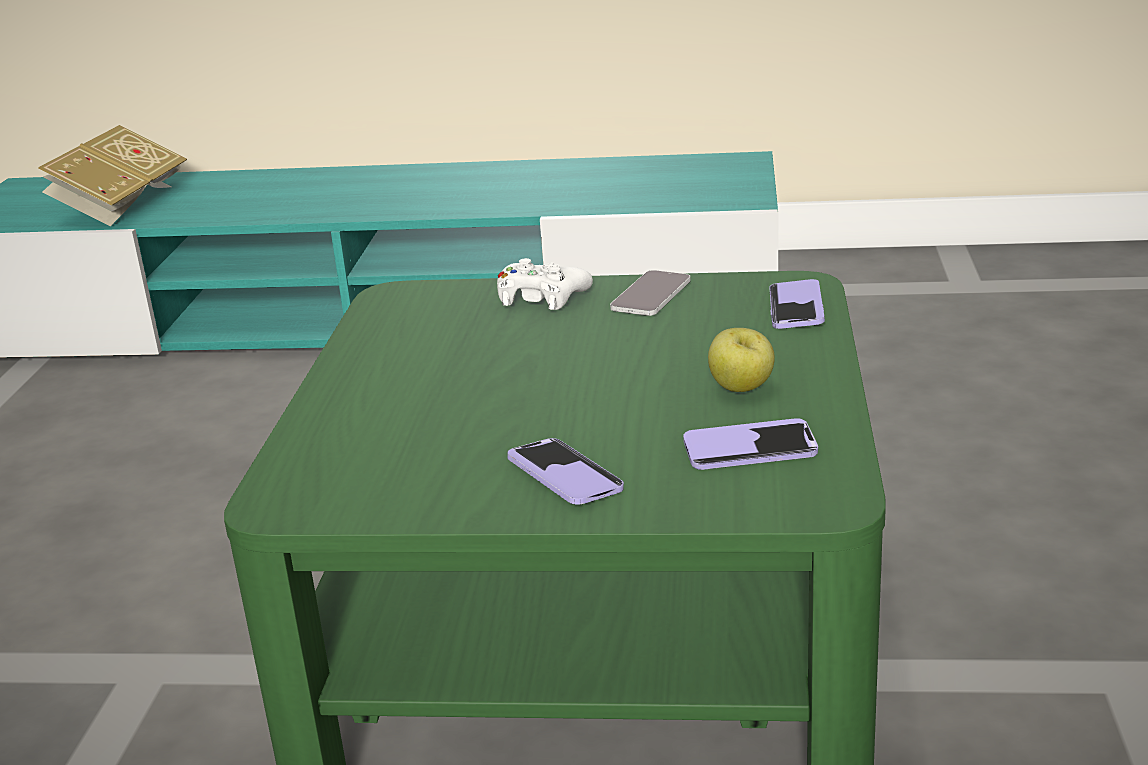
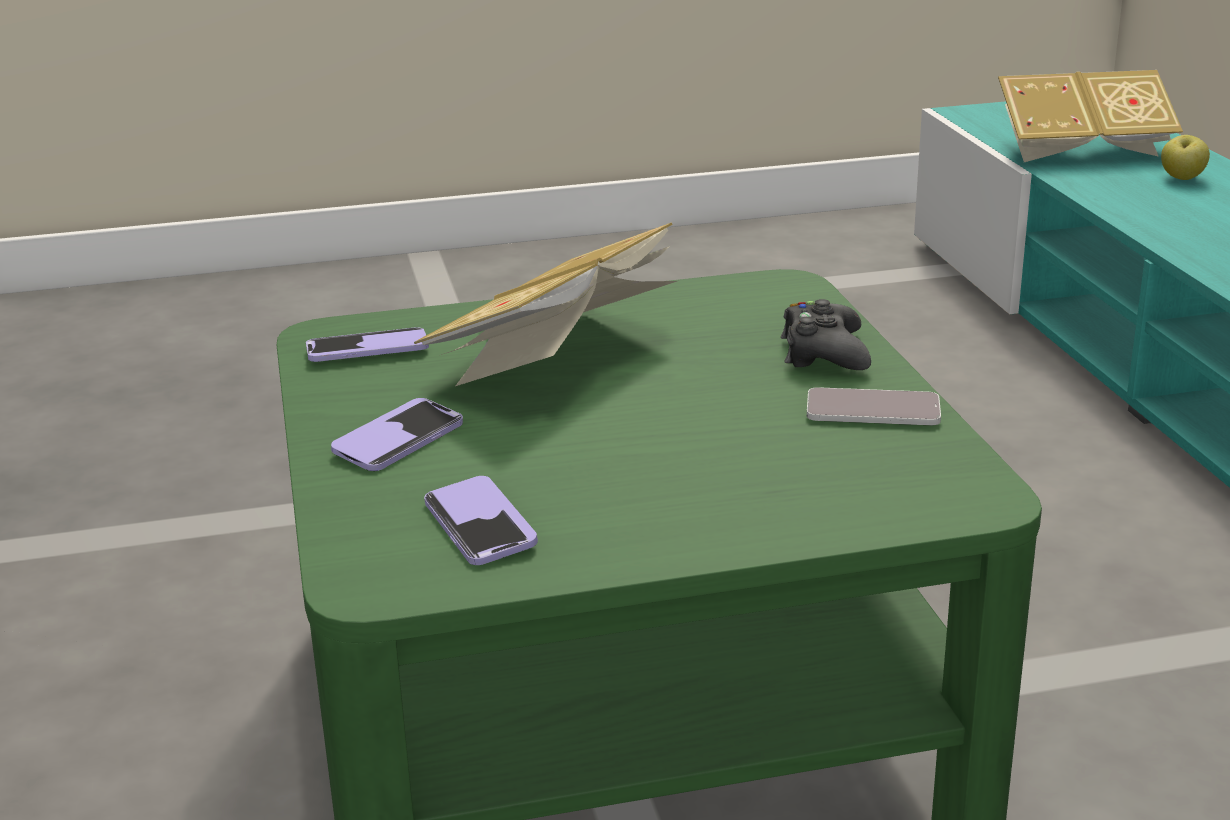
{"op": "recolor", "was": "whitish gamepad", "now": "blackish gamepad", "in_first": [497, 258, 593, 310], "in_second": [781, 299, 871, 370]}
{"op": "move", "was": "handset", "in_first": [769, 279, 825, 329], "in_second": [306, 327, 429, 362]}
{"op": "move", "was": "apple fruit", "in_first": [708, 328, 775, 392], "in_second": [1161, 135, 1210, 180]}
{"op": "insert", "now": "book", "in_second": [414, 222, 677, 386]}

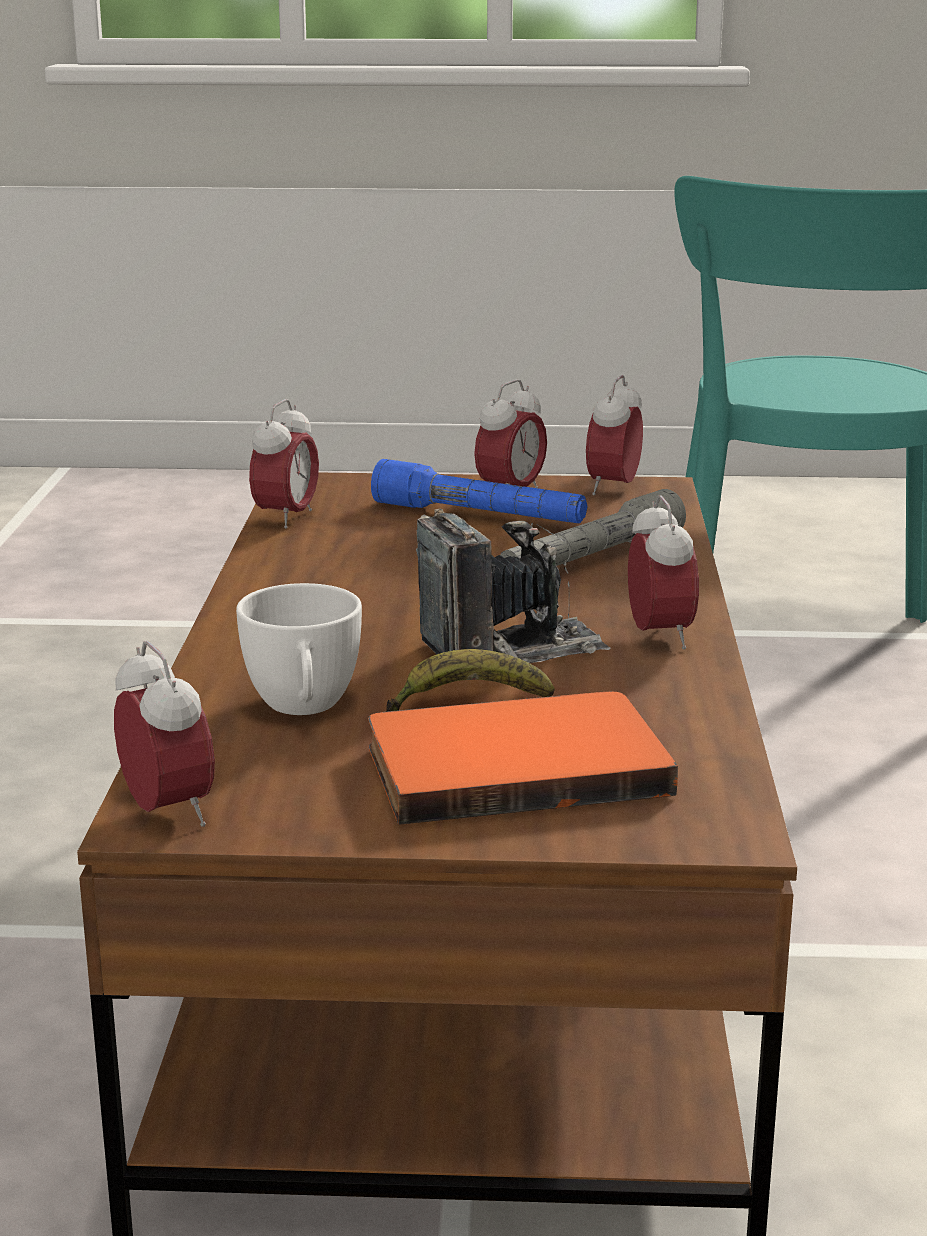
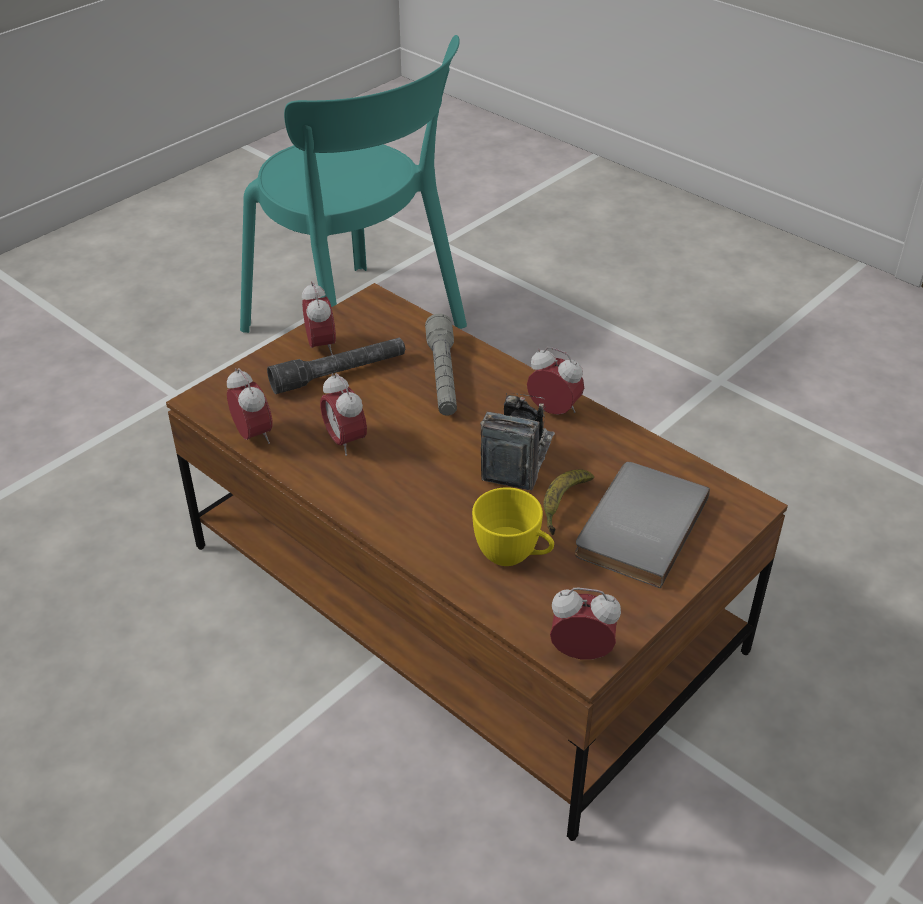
{"op": "move", "was": "bedside clock", "in_first": [586, 375, 643, 495], "in_second": [320, 373, 367, 456]}
{"op": "recolor", "was": "bluish flashlight", "now": "gray flashlight", "in_first": [371, 459, 587, 523], "in_second": [267, 338, 405, 394]}
{"op": "recolor", "was": "whitish cup", "now": "yellow cup", "in_first": [236, 583, 362, 715], "in_second": [472, 487, 554, 566]}
{"op": "recolor", "was": "orange book", "now": "gray book", "in_first": [368, 692, 678, 824], "in_second": [575, 462, 710, 588]}

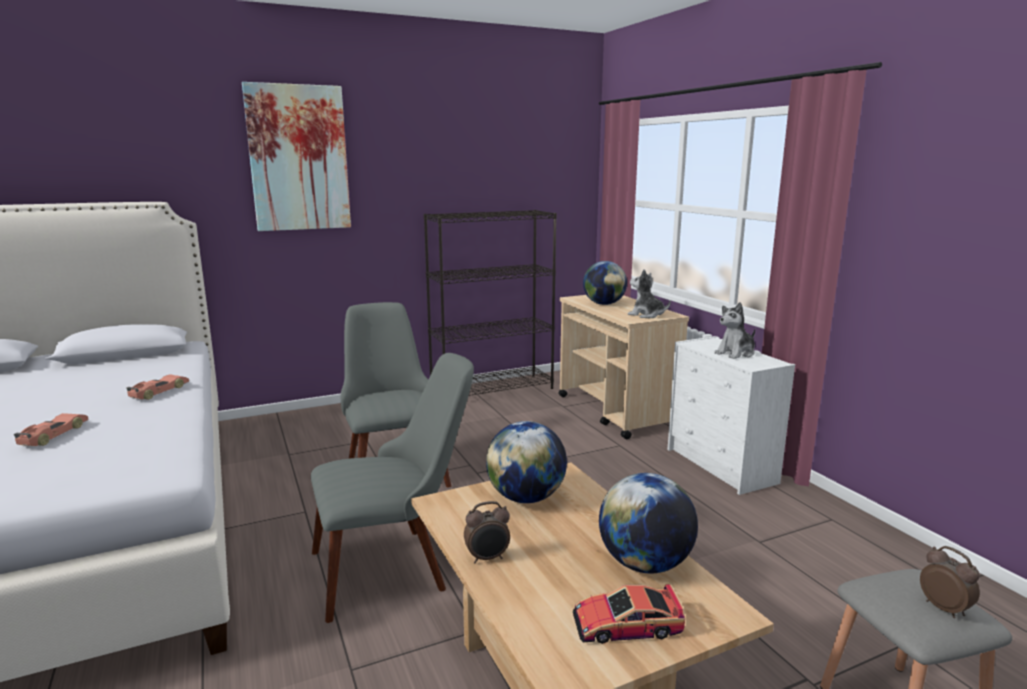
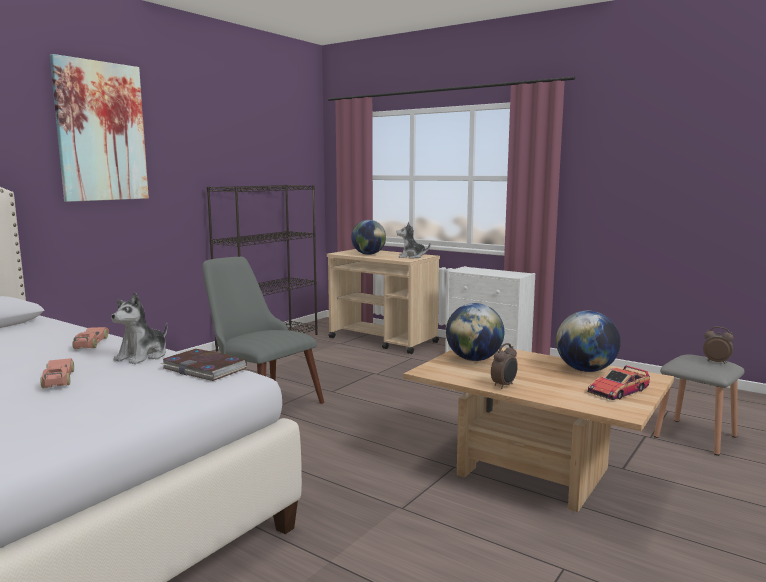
{"op": "move", "was": "soft toy", "in_first": [714, 302, 755, 359], "in_second": [111, 292, 167, 364]}
{"op": "delete", "was": "gray chair", "in_first": [311, 353, 474, 623]}
{"op": "insert", "now": "book", "in_second": [161, 349, 247, 381]}

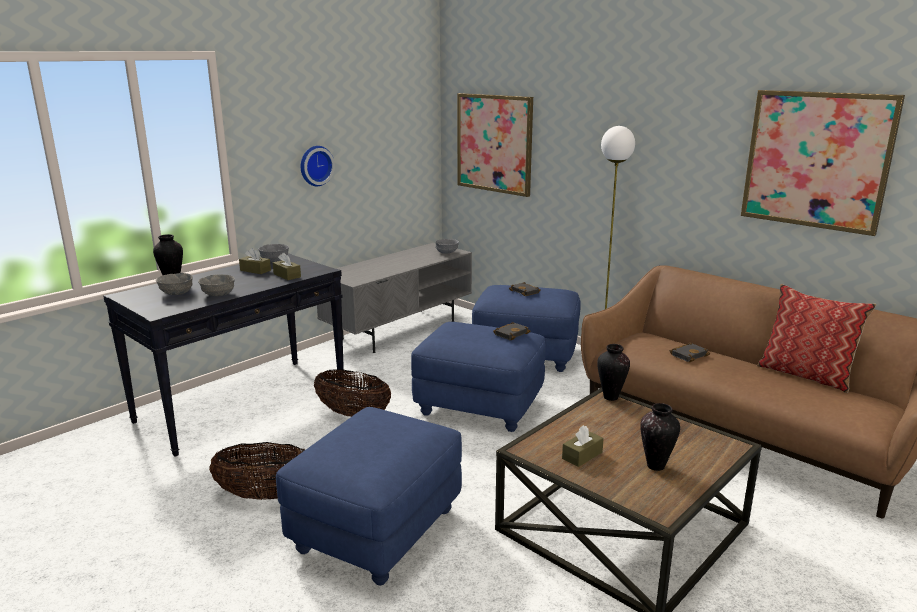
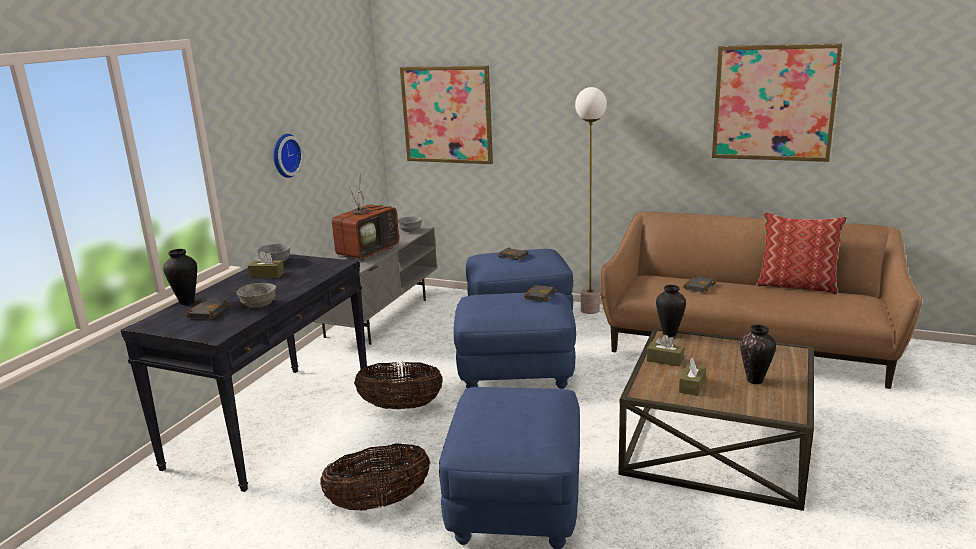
{"op": "move", "was": "brownish tissue holder", "in_first": [273, 252, 301, 280], "in_second": [647, 335, 684, 367]}
{"op": "replace", "was": "gray serving bowl", "now": "blackish book", "in_first": [156, 273, 193, 295], "in_second": [185, 299, 231, 320]}
{"op": "insert", "now": "TV set", "in_second": [332, 186, 399, 261]}

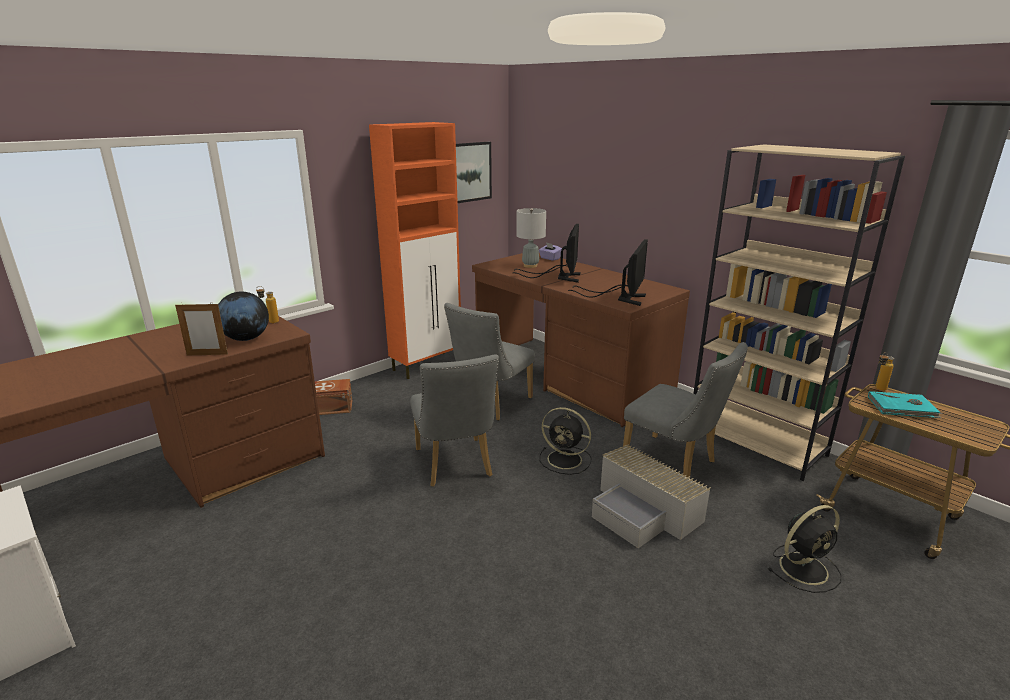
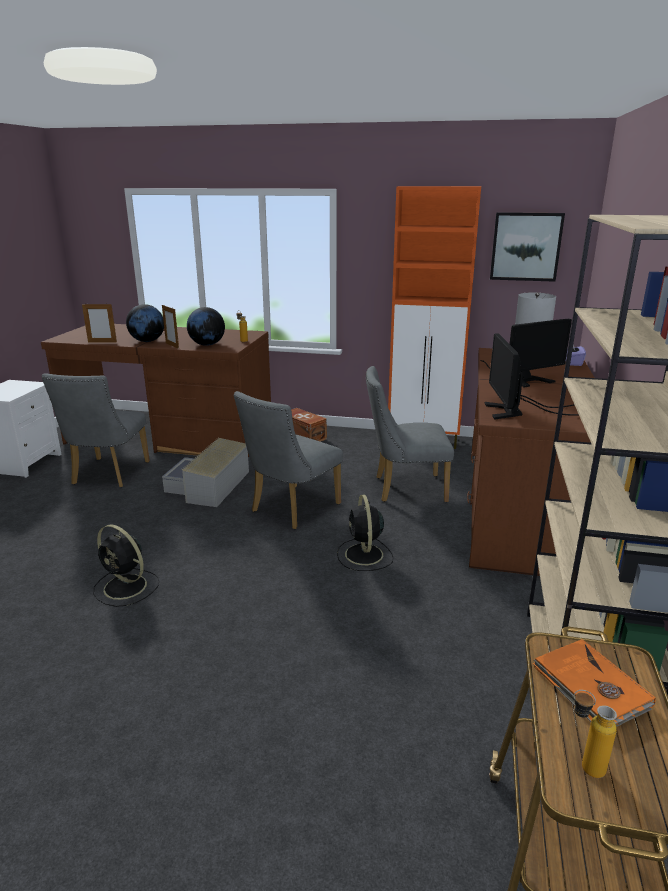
{"op": "rotate", "was": "computer screen", "in_first": [568, 239, 648, 306], "in_second": [484, 333, 579, 420], "clockwise": 105}
{"op": "move", "was": "gray chair", "in_first": [623, 342, 748, 479], "in_second": [42, 373, 150, 487]}
{"op": "move", "was": "drink bottle", "in_first": [875, 352, 894, 391], "in_second": [574, 690, 617, 778]}
{"op": "recolor", "was": "turquoise book", "now": "orange book", "in_first": [868, 391, 942, 418], "in_second": [533, 639, 656, 727]}
{"op": "move", "was": "gray storage box", "in_first": [592, 444, 711, 548], "in_second": [162, 438, 249, 507]}
{"op": "move", "was": "blackish fan", "in_first": [768, 505, 841, 593], "in_second": [93, 524, 160, 607]}
{"op": "insert", "now": "photo frame", "in_second": [82, 304, 117, 343]}
{"op": "insert", "now": "globe", "in_second": [126, 304, 164, 342]}

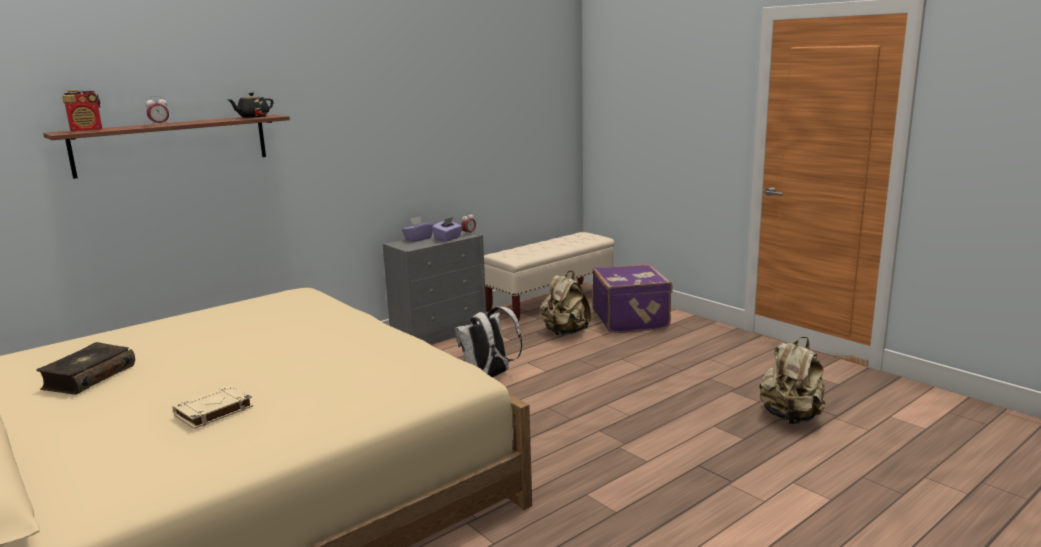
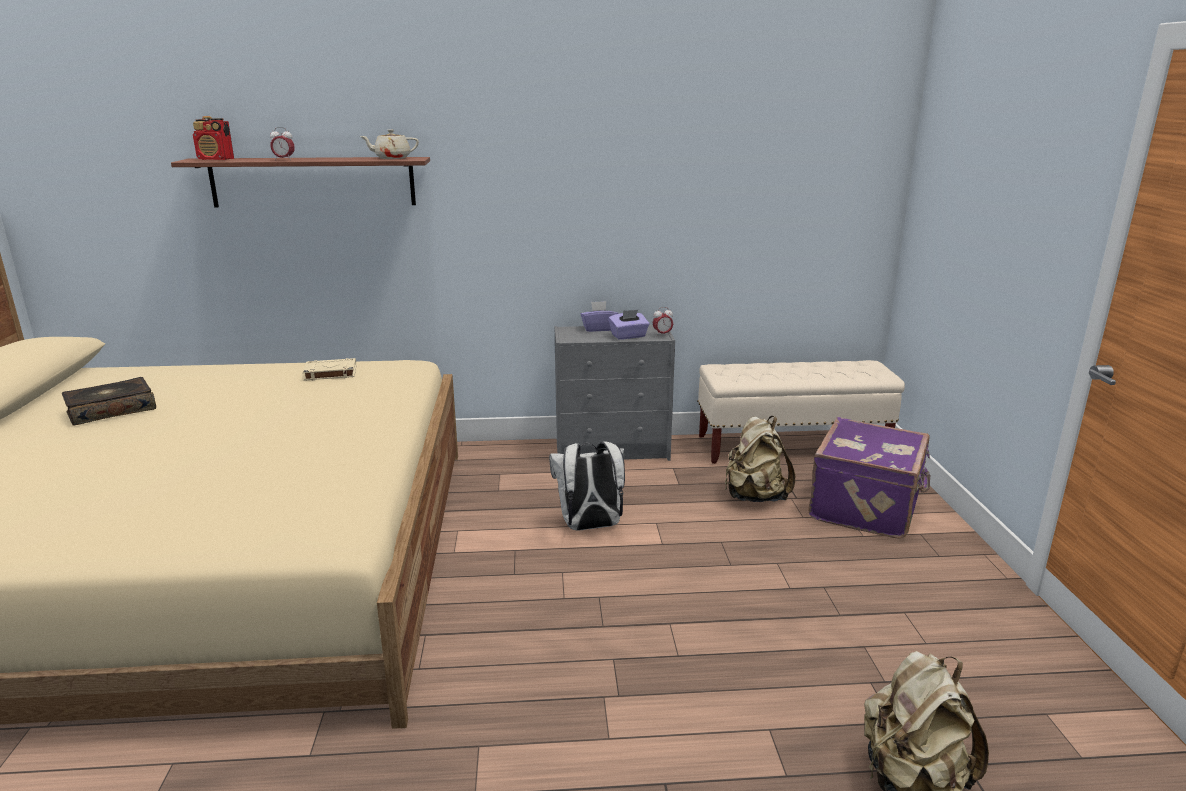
{"op": "recolor", "was": "blackish tea pot", "now": "sand-coloured tea pot", "in_first": [228, 92, 273, 118], "in_second": [360, 129, 419, 159]}
{"op": "move", "was": "sand-coloured book", "in_first": [172, 385, 253, 429], "in_second": [303, 358, 356, 381]}

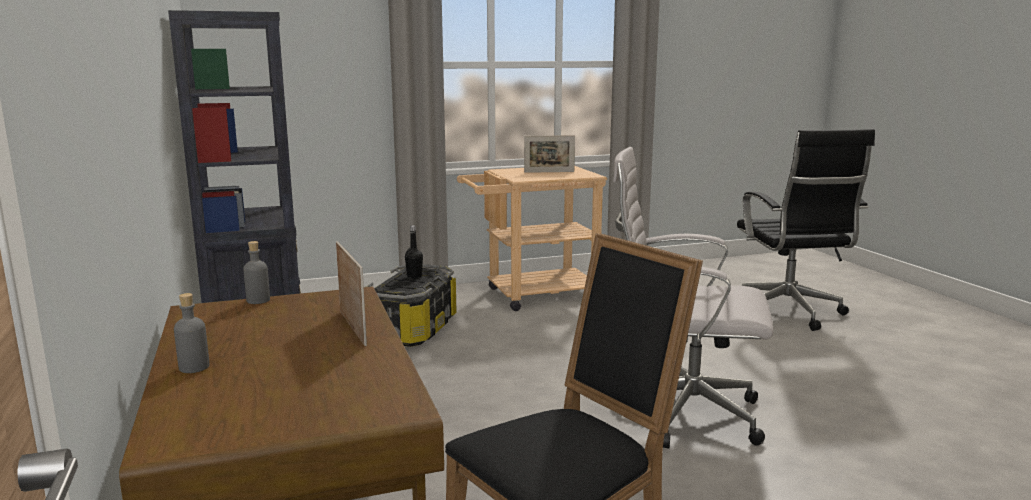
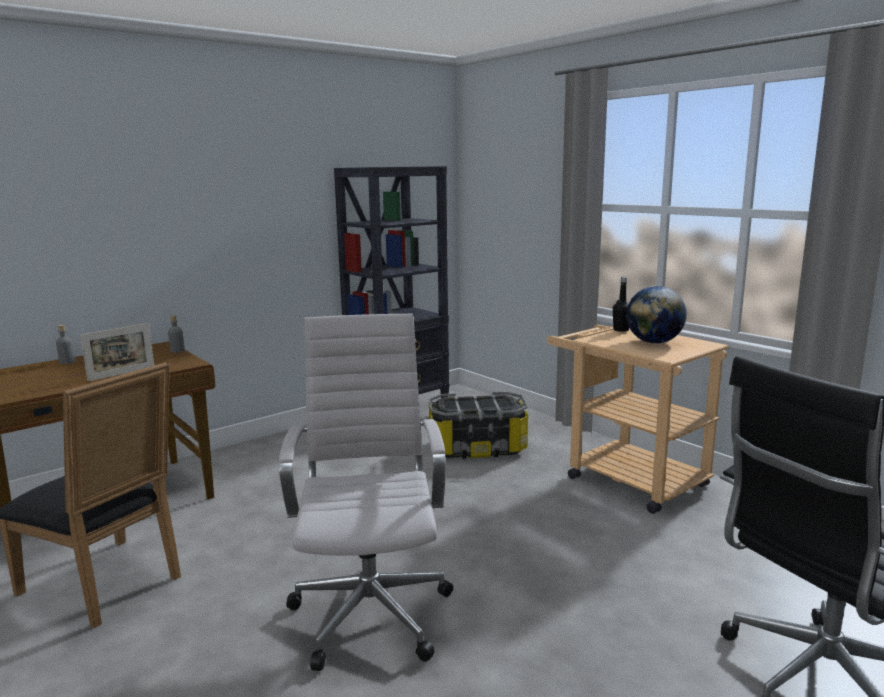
{"op": "replace", "was": "photo frame", "now": "globe", "in_first": [524, 135, 575, 173], "in_second": [626, 286, 687, 344]}
{"op": "move", "was": "blackish drink bottle", "in_first": [405, 225, 423, 279], "in_second": [613, 277, 629, 332]}

